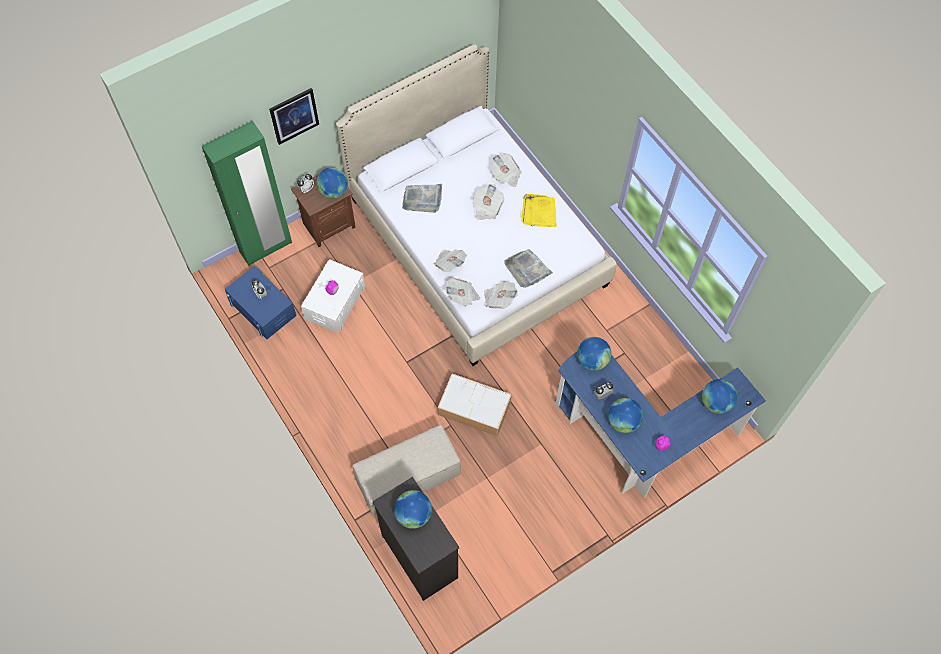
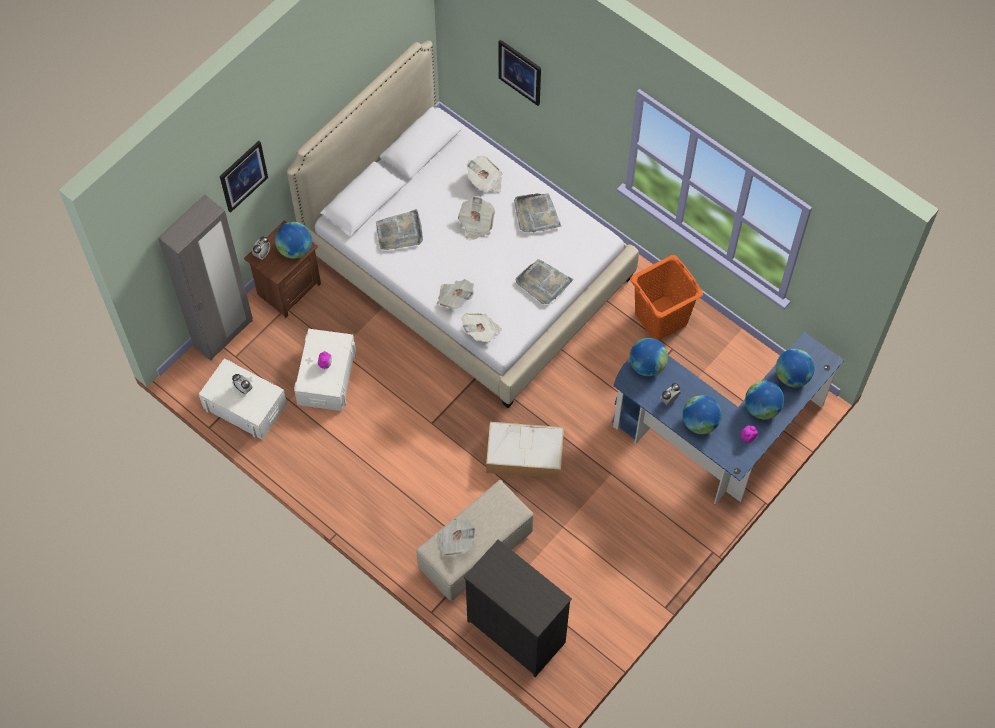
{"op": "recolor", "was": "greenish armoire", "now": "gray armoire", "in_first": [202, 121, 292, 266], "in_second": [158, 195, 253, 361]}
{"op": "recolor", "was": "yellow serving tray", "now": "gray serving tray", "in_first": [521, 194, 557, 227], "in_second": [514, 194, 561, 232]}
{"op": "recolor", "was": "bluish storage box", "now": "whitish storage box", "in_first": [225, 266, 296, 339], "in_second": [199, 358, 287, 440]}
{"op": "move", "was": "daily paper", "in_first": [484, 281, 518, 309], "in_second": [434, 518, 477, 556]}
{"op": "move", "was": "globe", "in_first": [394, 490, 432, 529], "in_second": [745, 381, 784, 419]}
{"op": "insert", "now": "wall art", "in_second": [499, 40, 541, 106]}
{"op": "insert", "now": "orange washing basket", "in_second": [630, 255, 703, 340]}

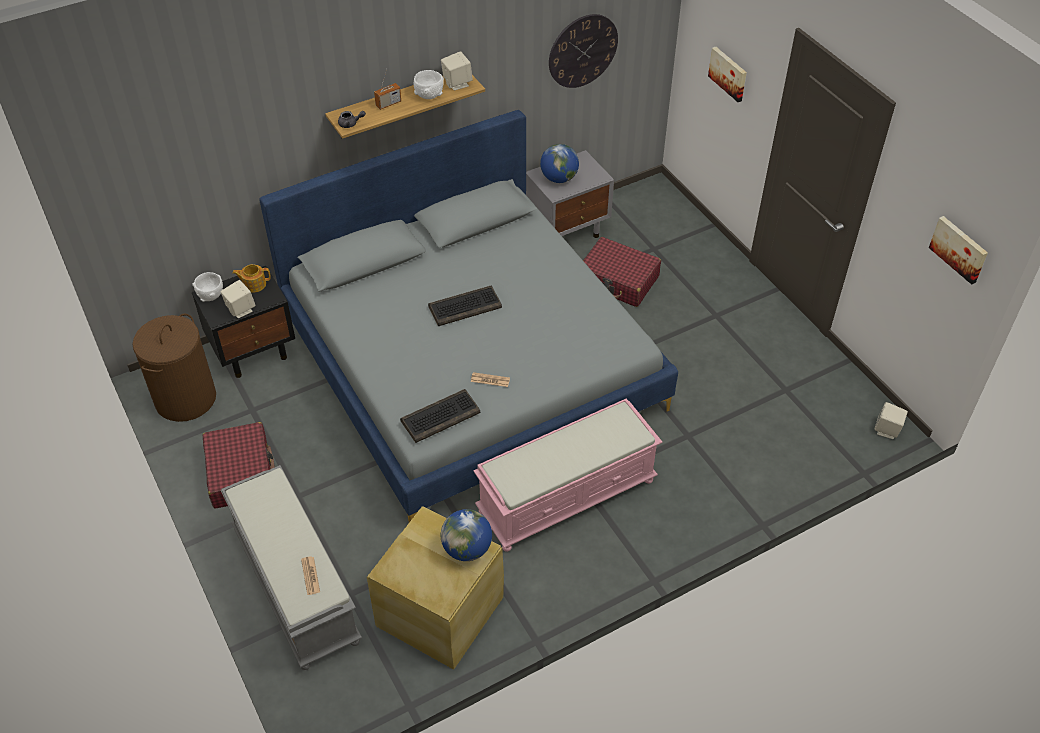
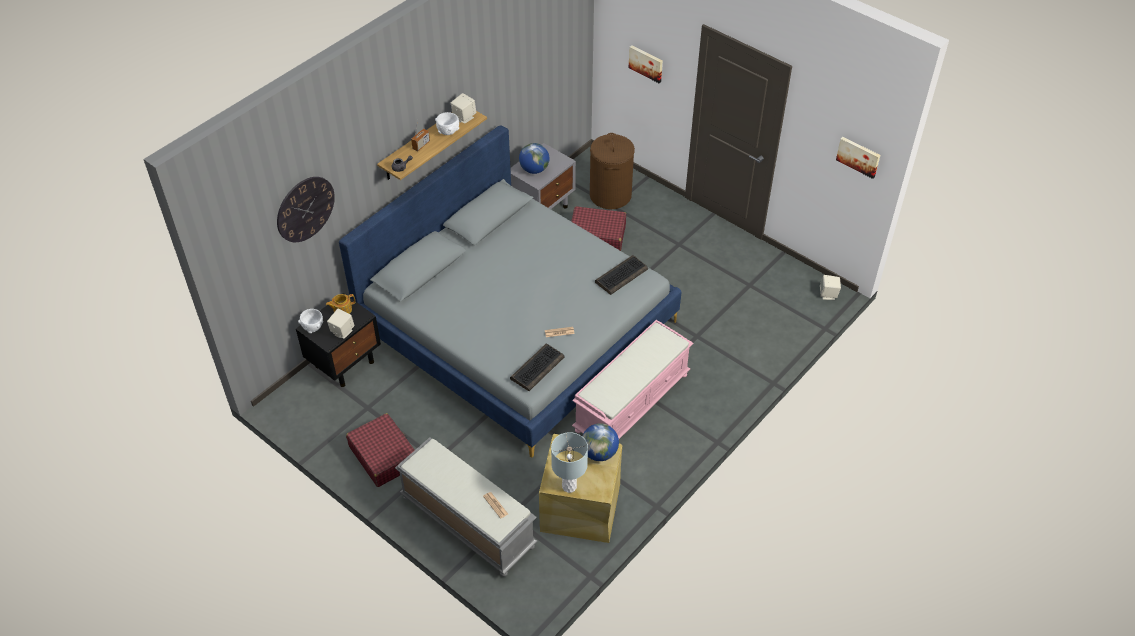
{"op": "move", "was": "wall clock", "in_first": [549, 14, 618, 88], "in_second": [277, 177, 335, 242]}
{"op": "move", "was": "computer keyboard", "in_first": [428, 286, 502, 326], "in_second": [595, 255, 648, 295]}
{"op": "move", "was": "brownish washing basket", "in_first": [133, 314, 216, 422], "in_second": [590, 133, 635, 209]}
{"op": "insert", "now": "gray lamp for a table", "in_second": [551, 432, 588, 493]}

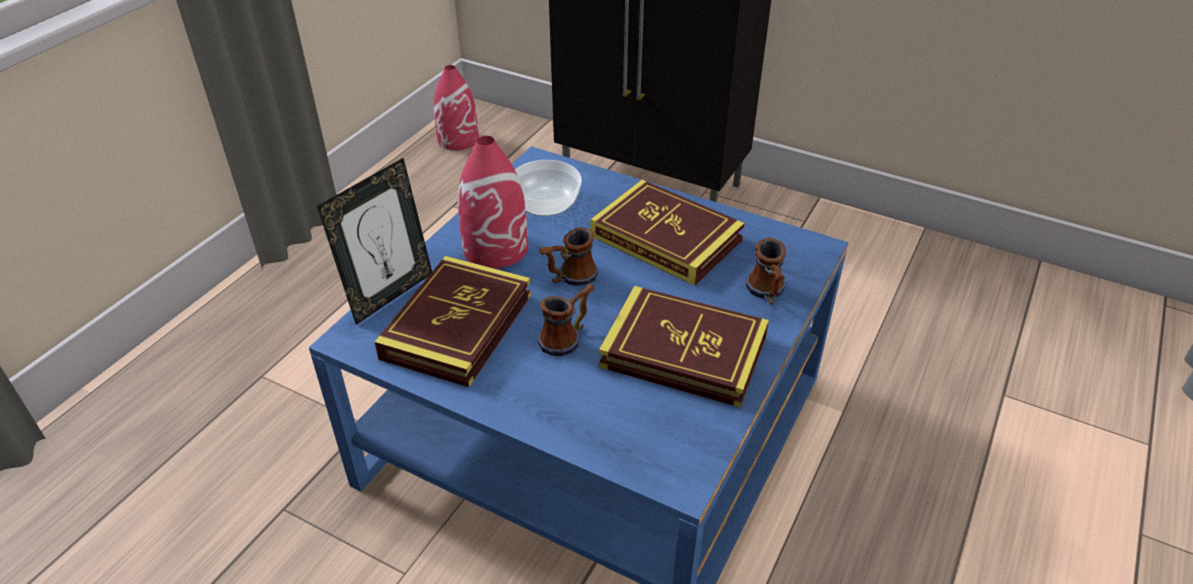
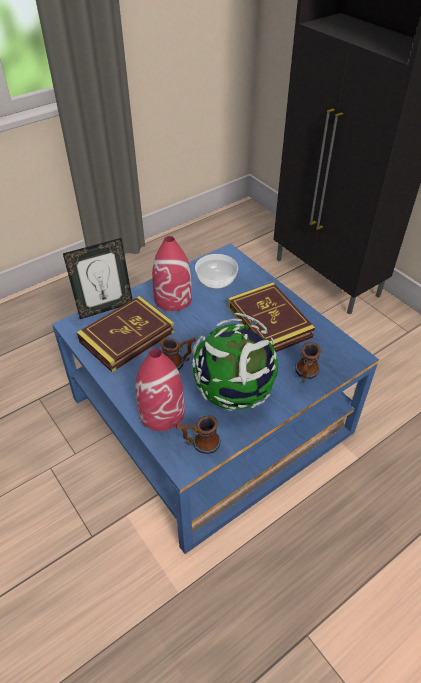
{"op": "move", "was": "reddish vase", "in_first": [434, 65, 479, 150], "in_second": [135, 348, 185, 431]}
{"op": "move", "was": "tea mug", "in_first": [539, 227, 598, 286], "in_second": [176, 415, 221, 454]}
{"op": "replace", "was": "book", "now": "globe", "in_first": [599, 286, 769, 408], "in_second": [192, 313, 278, 411]}

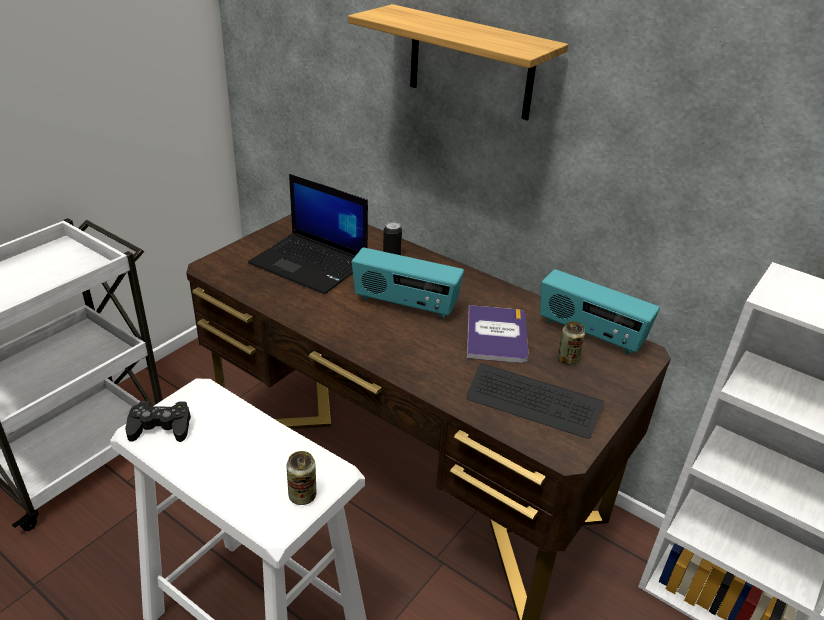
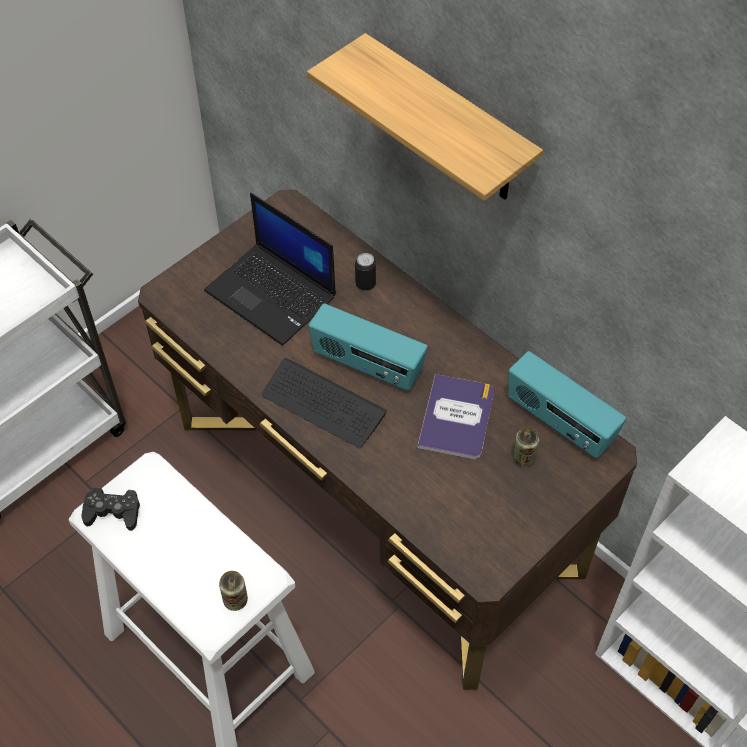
{"op": "move", "was": "computer keyboard", "in_first": [466, 363, 604, 439], "in_second": [262, 358, 387, 448]}

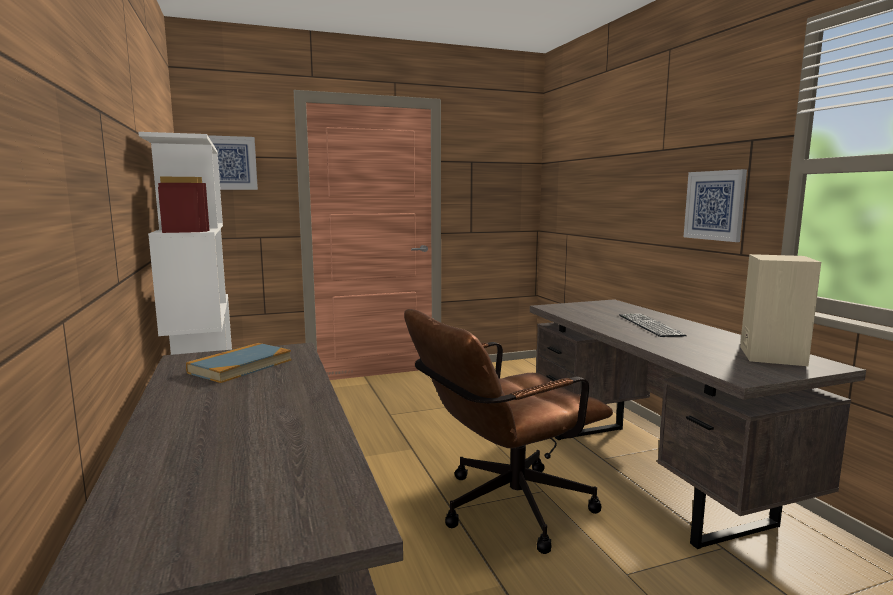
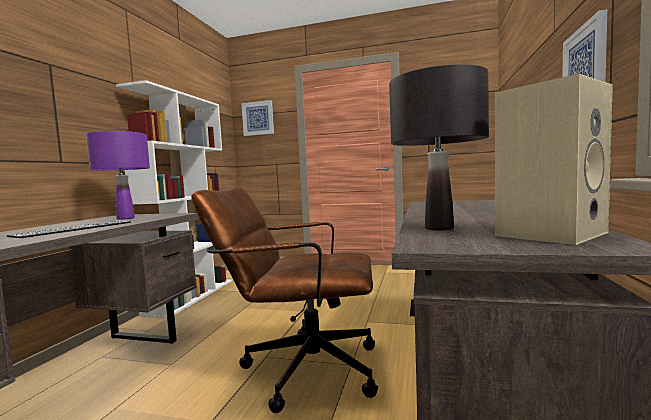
{"op": "move", "was": "computer keyboard", "in_first": [619, 313, 687, 337], "in_second": [7, 221, 131, 238]}
{"op": "replace", "was": "book", "now": "purple-coloured lamp for a table", "in_first": [186, 343, 291, 383], "in_second": [86, 131, 150, 220]}
{"op": "insert", "now": "blackish lamp for a table", "in_second": [389, 64, 489, 231]}

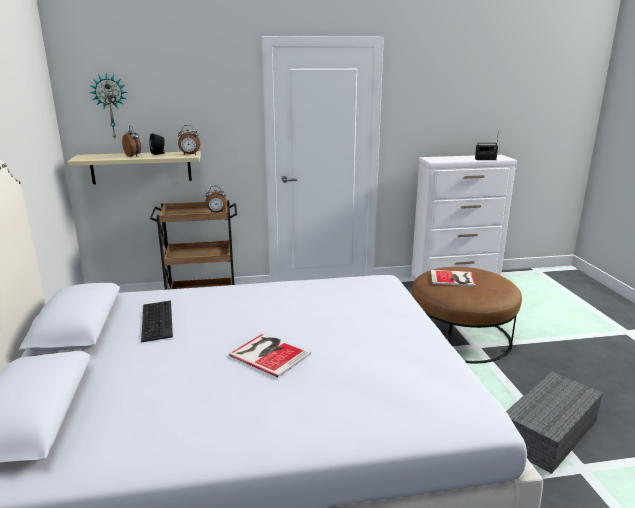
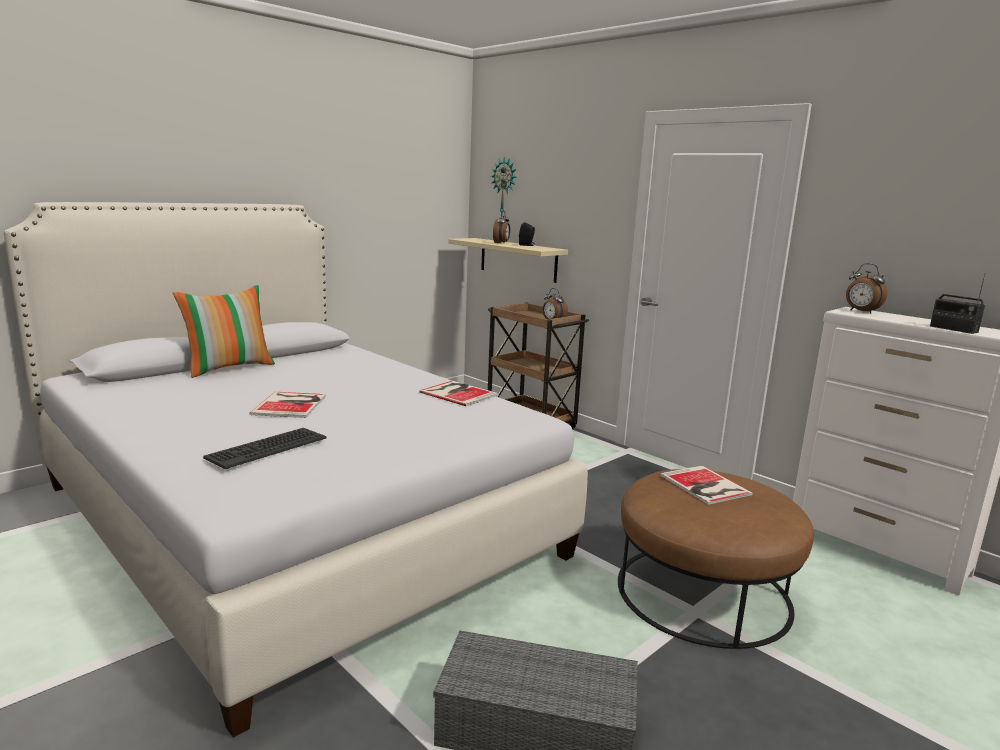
{"op": "move", "was": "bedside clock", "in_first": [178, 125, 200, 155], "in_second": [846, 263, 887, 313]}
{"op": "move", "was": "computer keyboard", "in_first": [141, 301, 173, 342], "in_second": [203, 428, 327, 469]}
{"op": "insert", "now": "cushion", "in_second": [173, 285, 275, 378]}
{"op": "insert", "now": "book", "in_second": [419, 381, 498, 406]}

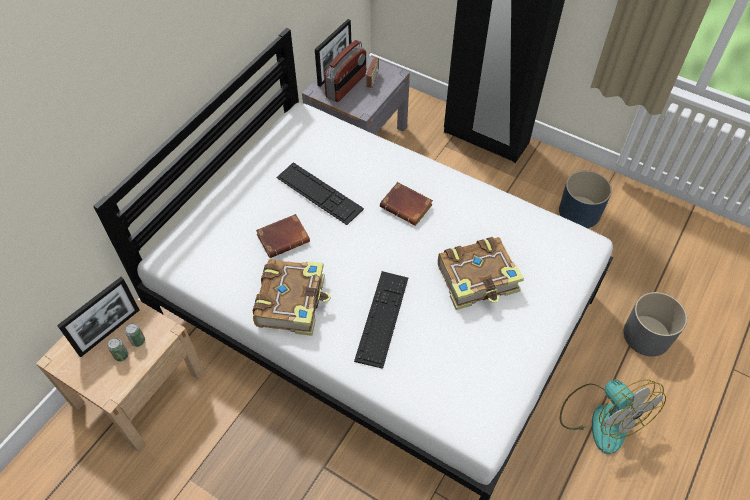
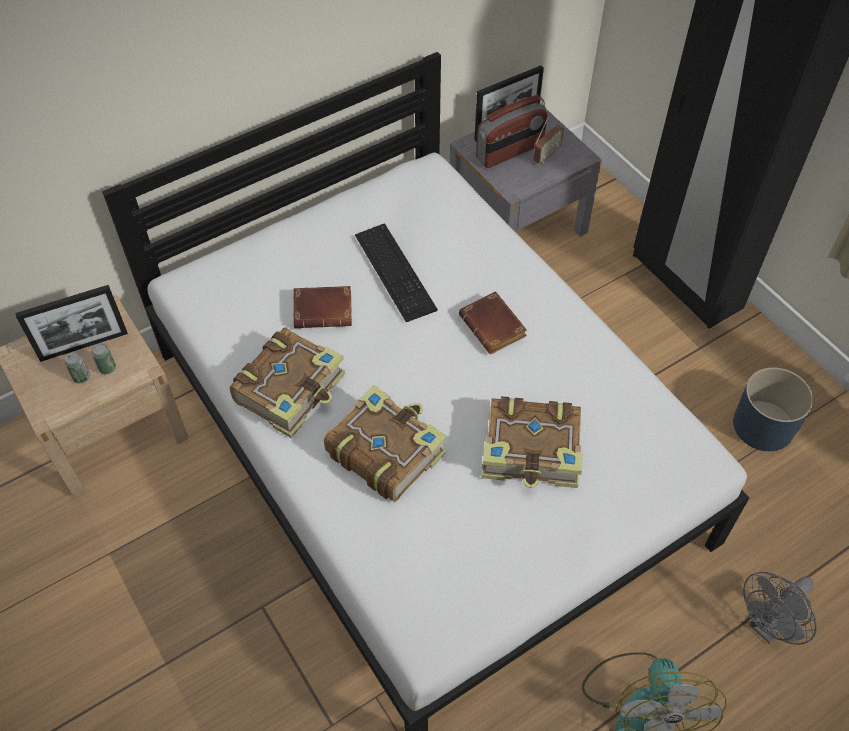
{"op": "replace", "was": "computer keyboard", "now": "book", "in_first": [354, 271, 408, 369], "in_second": [324, 385, 446, 502]}
{"op": "replace", "was": "gray plant pot", "now": "gray fan", "in_first": [623, 292, 687, 356], "in_second": [743, 572, 817, 645]}

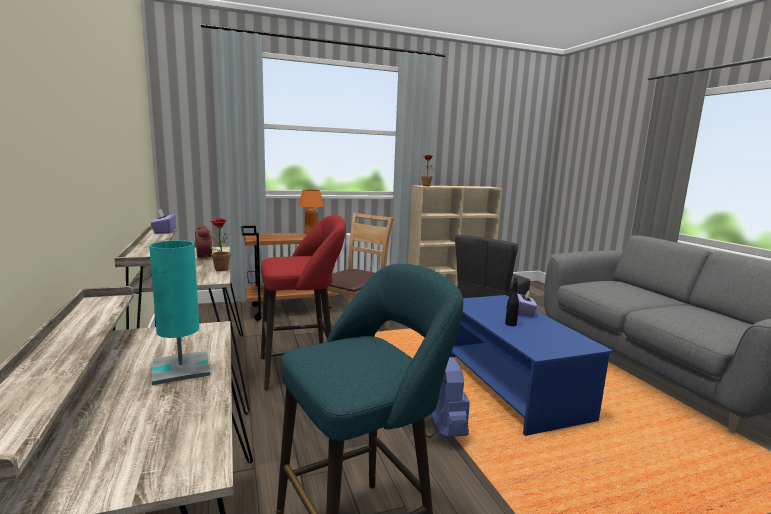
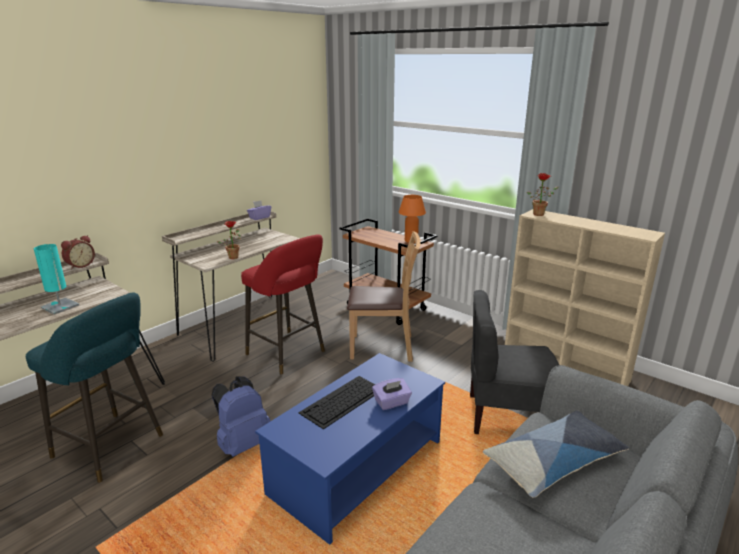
{"op": "move", "was": "bedside clock", "in_first": [194, 225, 212, 259], "in_second": [61, 235, 95, 270]}
{"op": "replace", "was": "blackish drink bottle", "now": "computer keyboard", "in_first": [505, 277, 519, 326], "in_second": [298, 376, 375, 429]}
{"op": "insert", "now": "cushion", "in_second": [483, 411, 629, 498]}

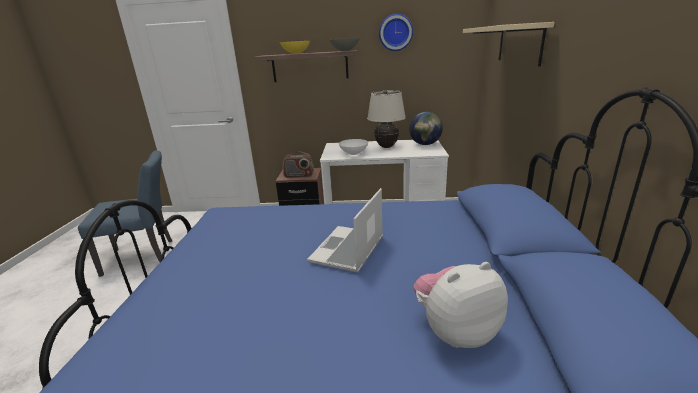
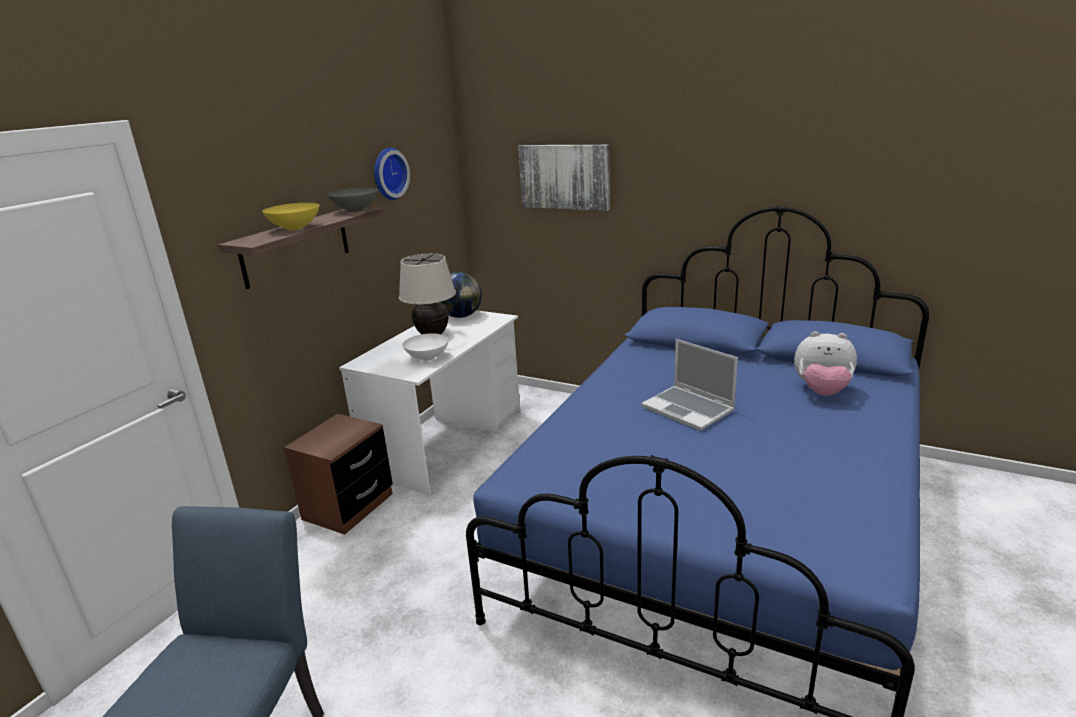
{"op": "replace", "was": "sand-coloured wall shelf", "now": "wall art", "in_first": [463, 22, 554, 66], "in_second": [518, 145, 610, 211]}
{"op": "delete", "was": "radio receiver", "in_first": [283, 152, 314, 178]}
{"op": "rotate", "was": "soft toy", "in_first": [414, 262, 508, 348], "in_second": [794, 331, 857, 396], "clockwise": -75}

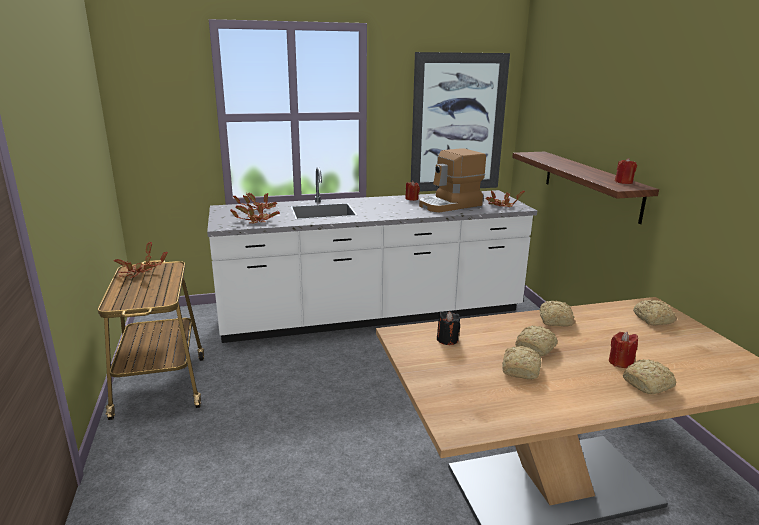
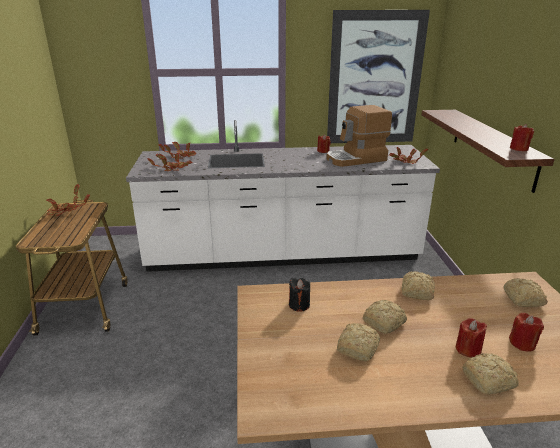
{"op": "insert", "now": "reddish wax candle", "in_second": [509, 313, 544, 352]}

